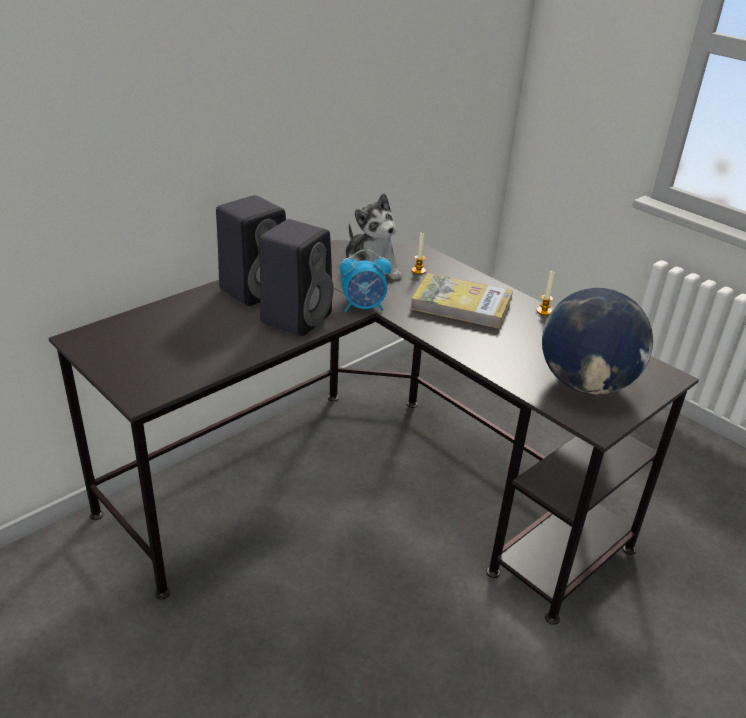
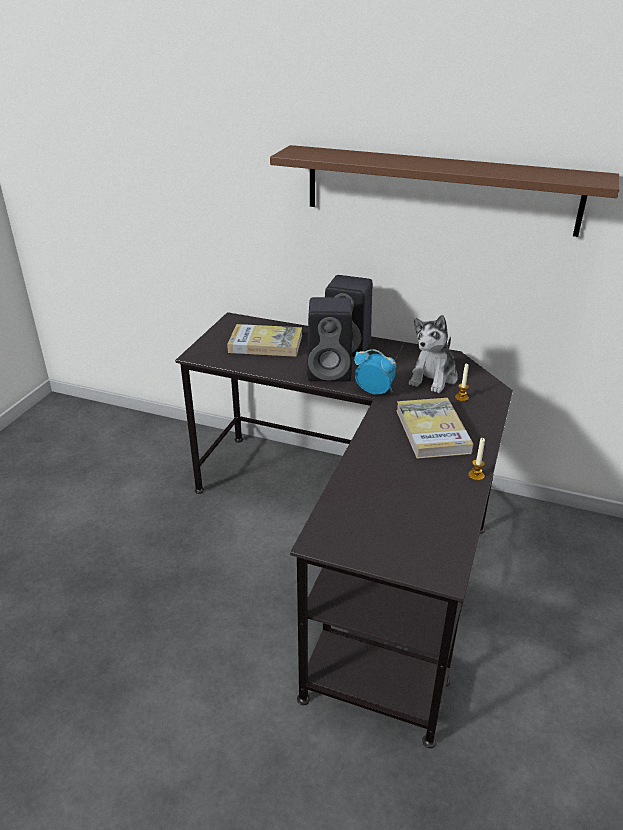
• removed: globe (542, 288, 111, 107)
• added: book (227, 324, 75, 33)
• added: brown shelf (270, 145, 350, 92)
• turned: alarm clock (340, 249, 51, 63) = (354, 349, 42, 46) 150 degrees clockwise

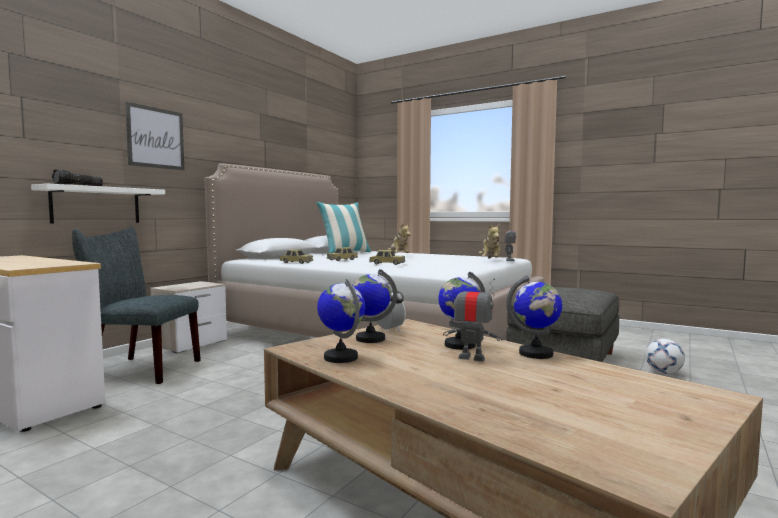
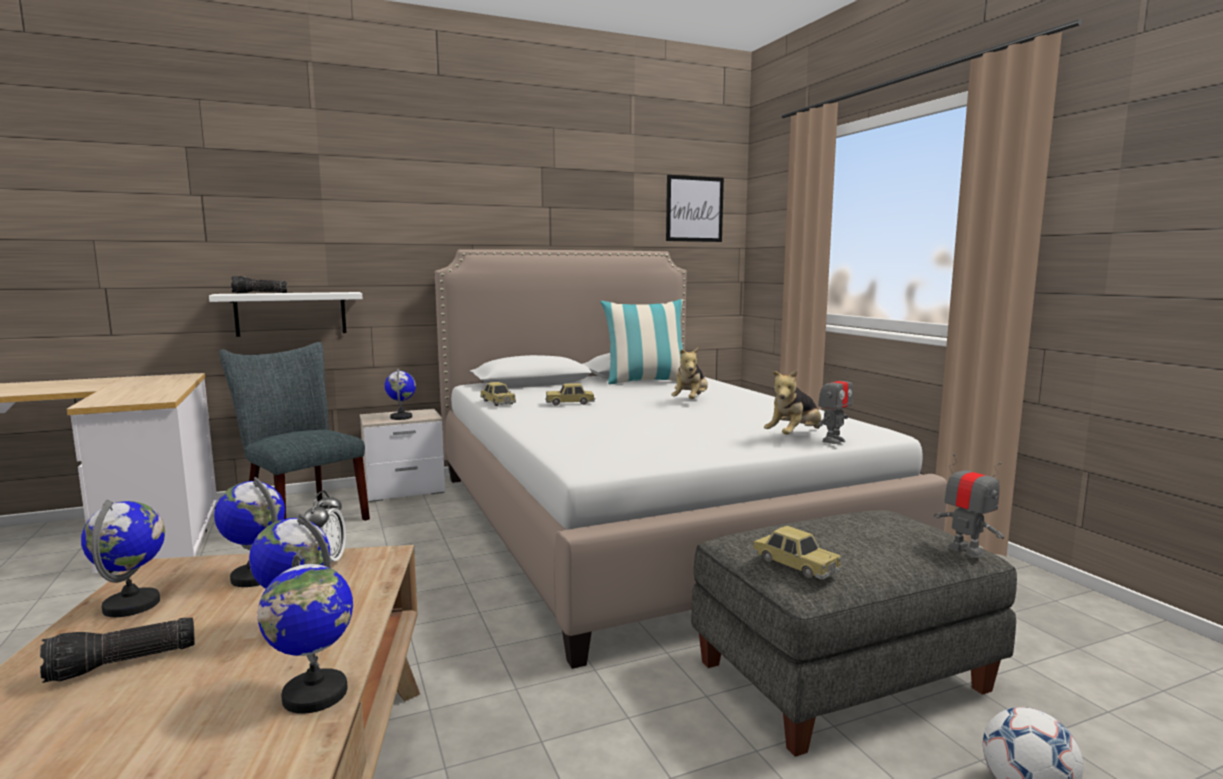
• added: flashlight (40, 618, 155, 65)
• added: globe (385, 368, 31, 52)
• moved: picture (125, 102, 59, 68) to (666, 175, 58, 67)
• moved: toy car (369, 250, 36, 15) to (753, 526, 88, 53)
• moved: toy robot (443, 278, 60, 83) to (934, 454, 71, 104)

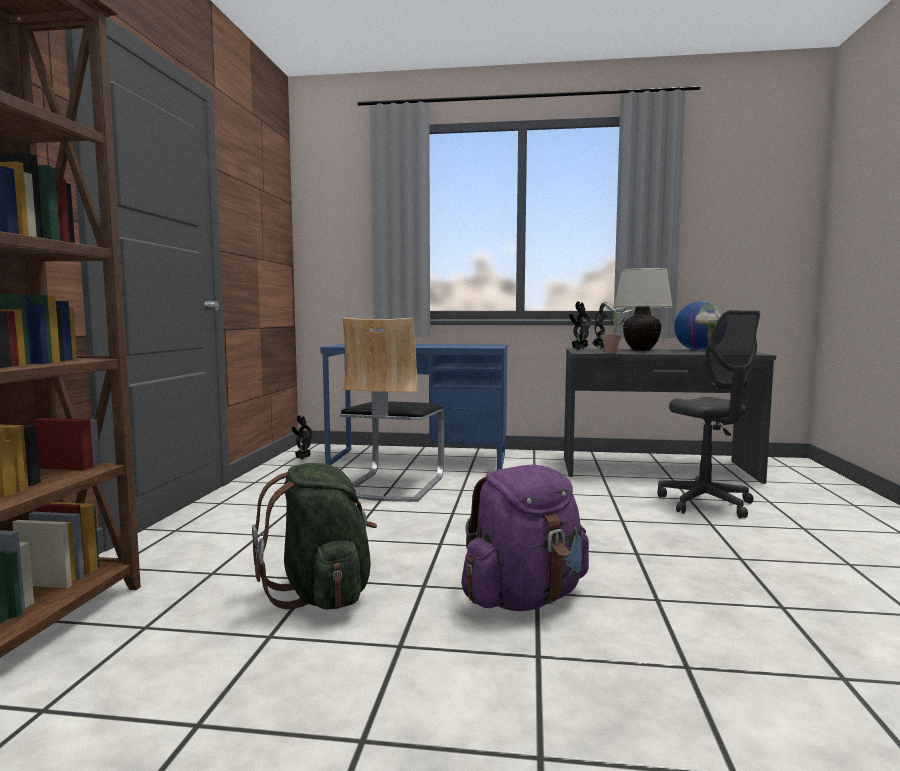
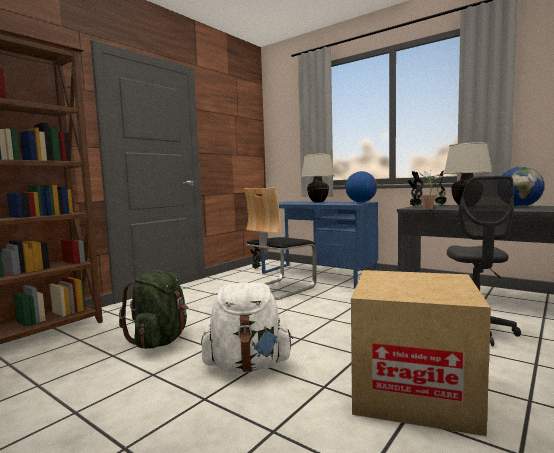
• added: beige table lamp (301, 154, 34, 49)
• added: globe (345, 171, 32, 31)
• added: cardboard box (351, 270, 140, 166)
• recoloured: purple backpack (461, 464, 128, 147) to white backpack (201, 283, 92, 90)

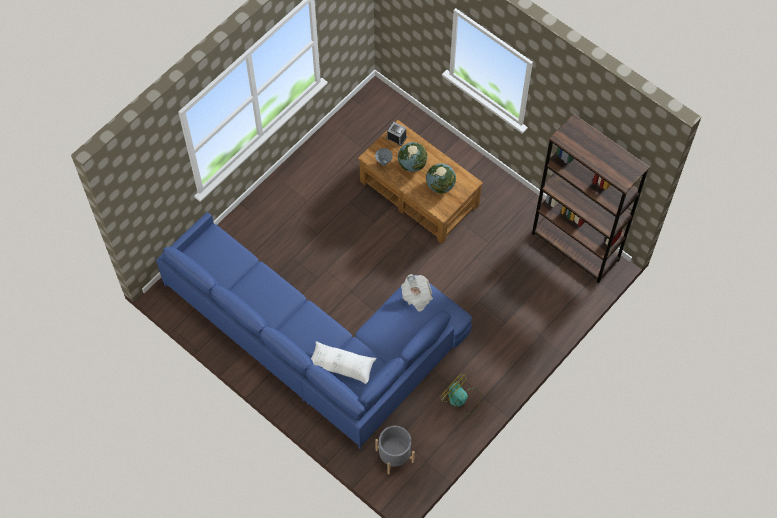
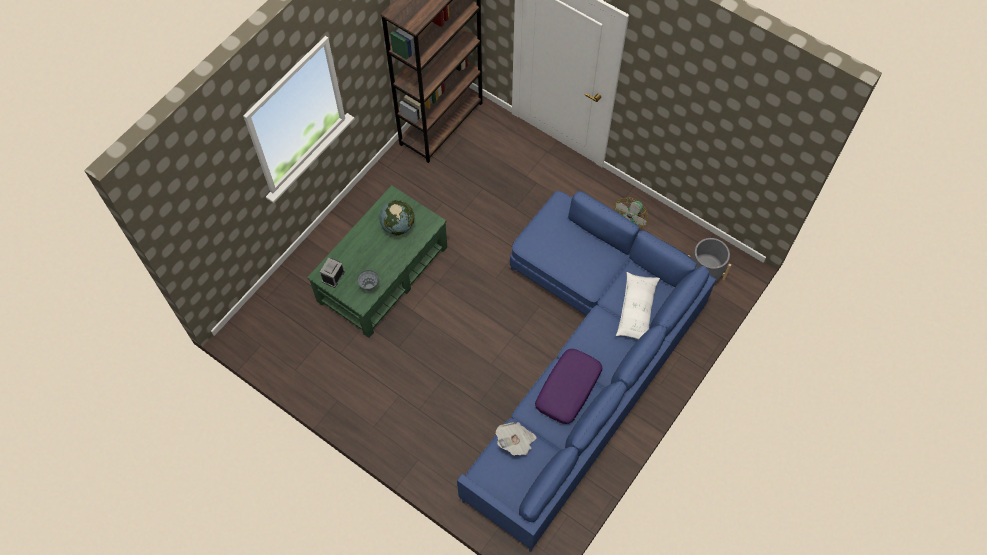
• removed: globe (398, 142, 30, 30)
• added: purple pillow (535, 349, 67, 75)
• moved: newspaper (401, 274, 32, 37) to (496, 422, 40, 33)
• recoloured: brown coffee table (358, 120, 125, 124) to green coffee table (307, 185, 140, 153)

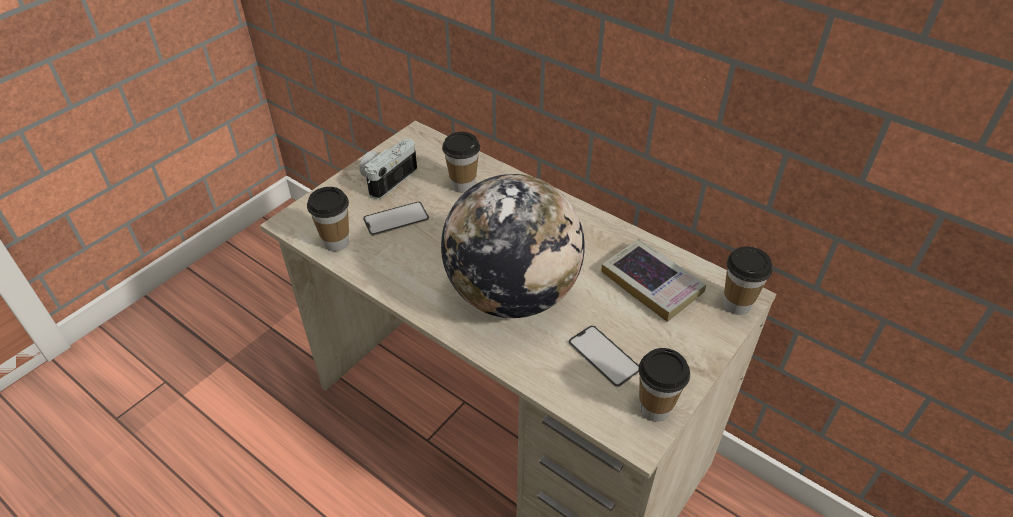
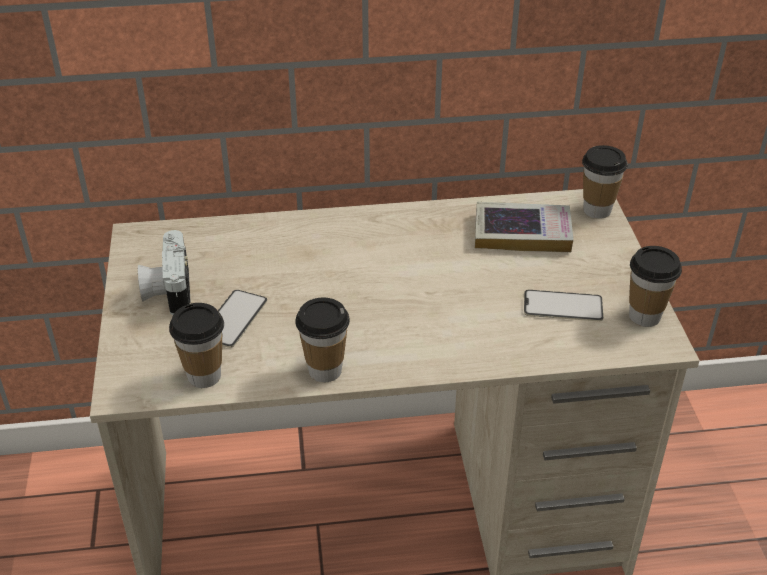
• removed: globe (441, 174, 144, 144)
• moved: cup (442, 132, 38, 61) to (295, 297, 55, 85)

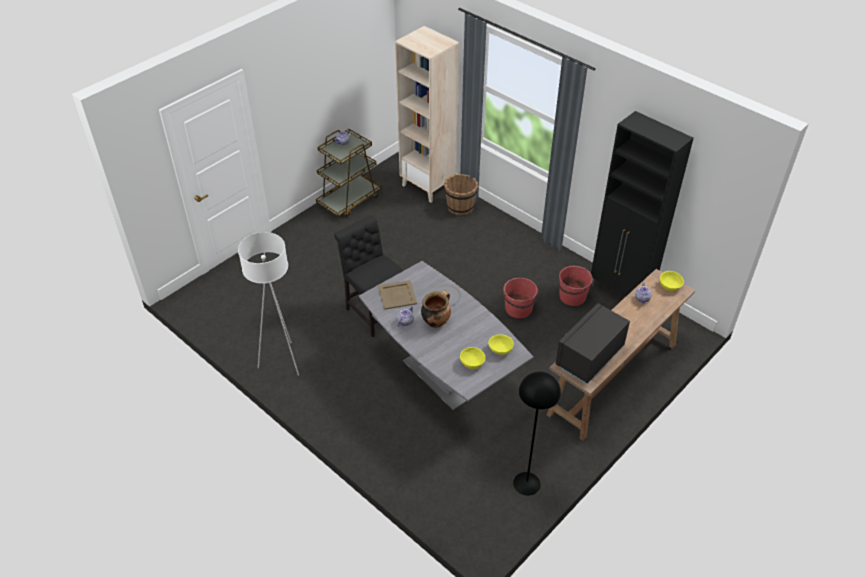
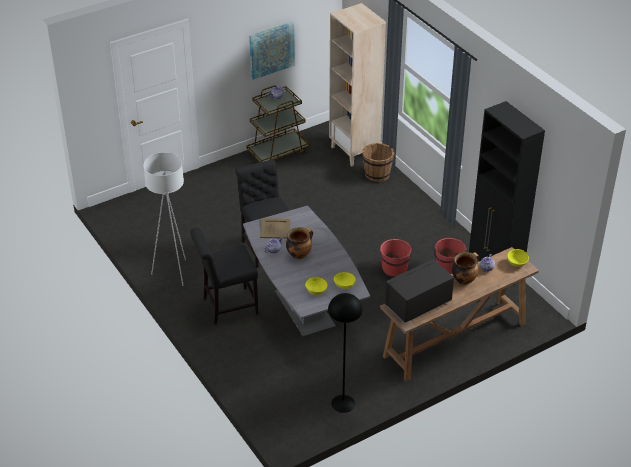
• added: black chair (190, 227, 68, 98)
• added: picture (249, 22, 46, 58)
• added: cooking pot (452, 252, 27, 33)

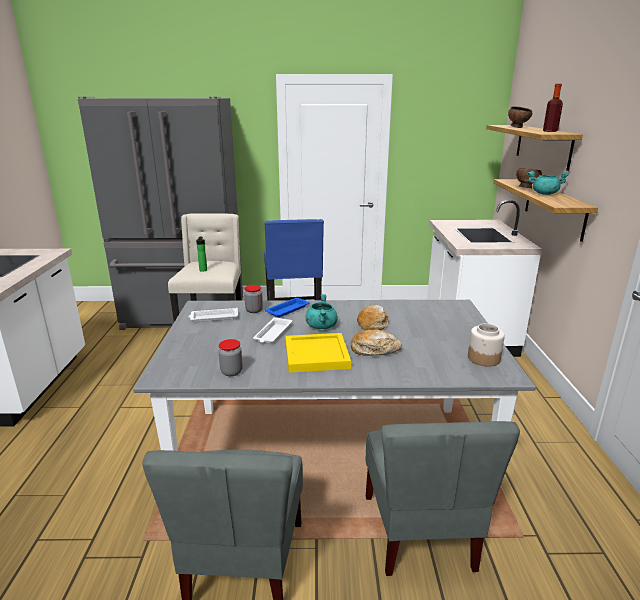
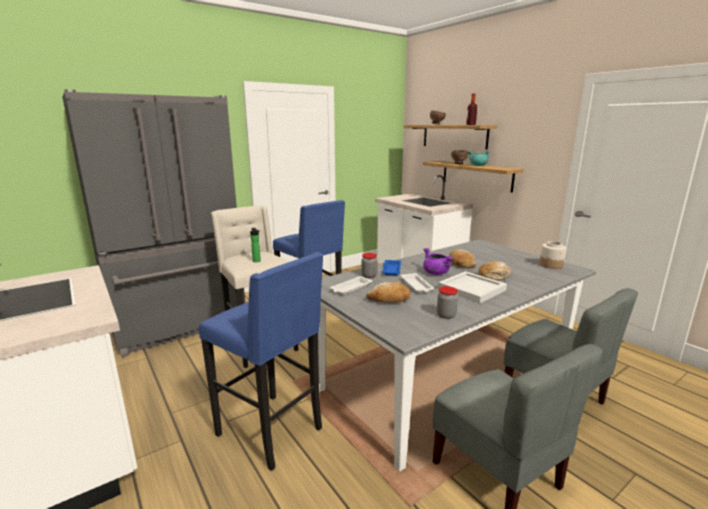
• added: blue stool (199, 252, 124, 219)
• added: bread (366, 282, 45, 21)
• recoloured: yellow tray (285, 333, 66, 40) to white tray (438, 271, 69, 33)
• recoloured: turquoise cooking pot (305, 294, 33, 35) to purple cooking pot (423, 248, 30, 27)

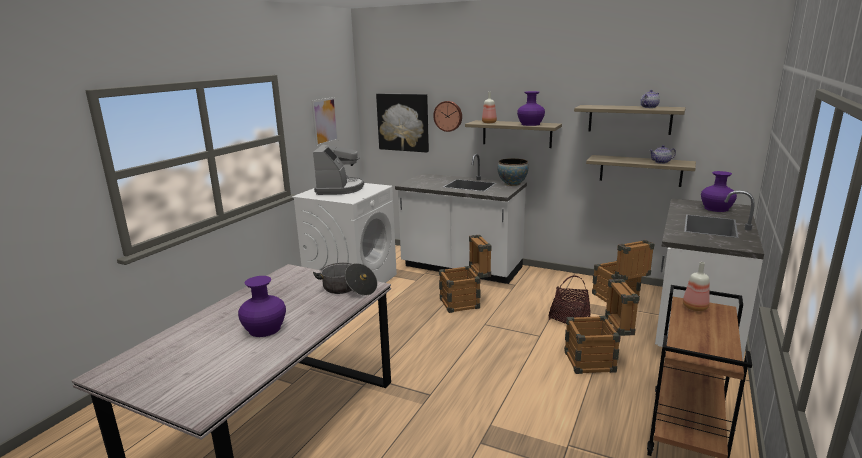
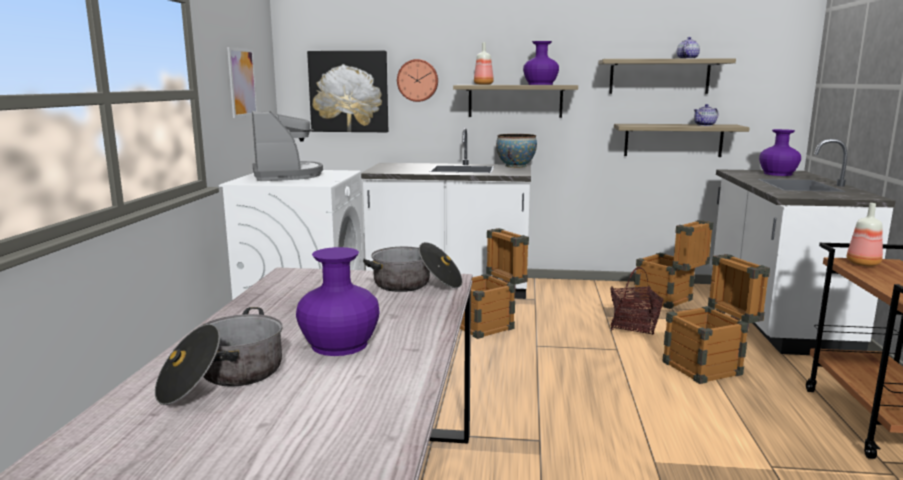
• added: cooking pot (155, 307, 128, 98)

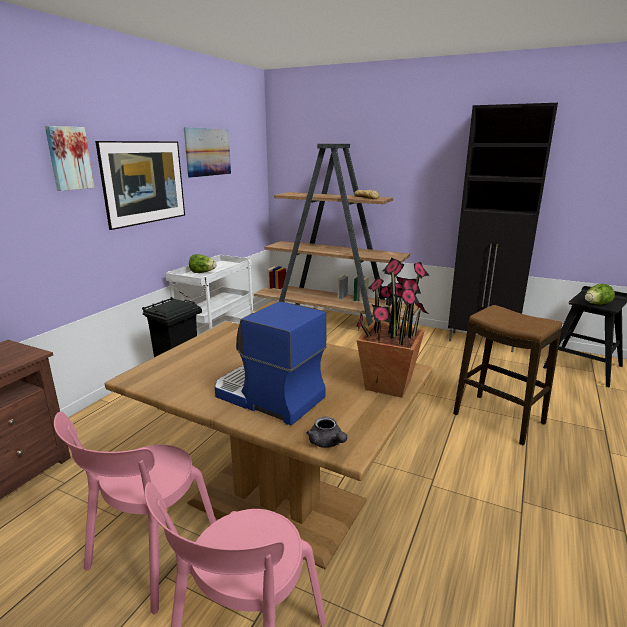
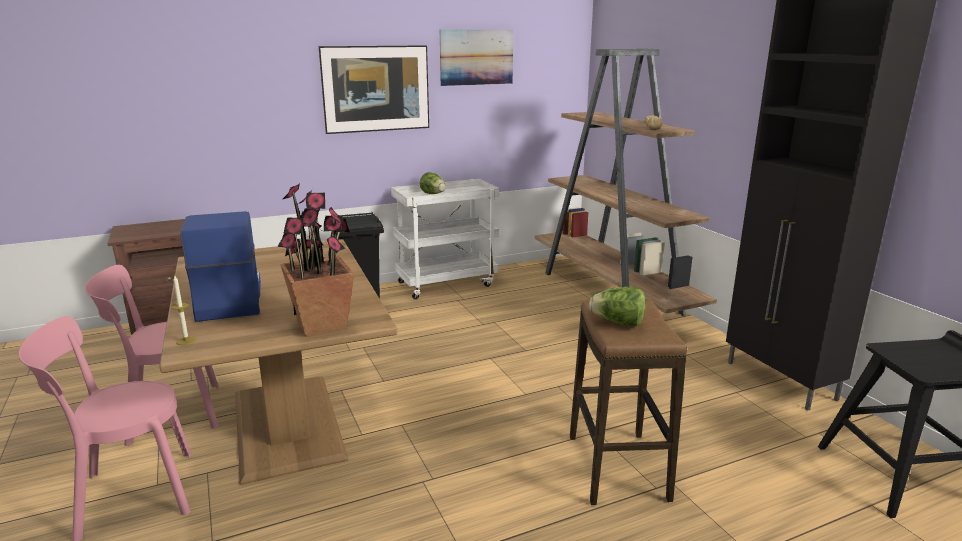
• removed: picture (45, 126, 49, 65)
• moved: lettuce (585, 284, 30, 21) to (589, 286, 57, 40)
• replaced: grey teapot (306, 417, 41, 31) to candle (171, 276, 25, 69)

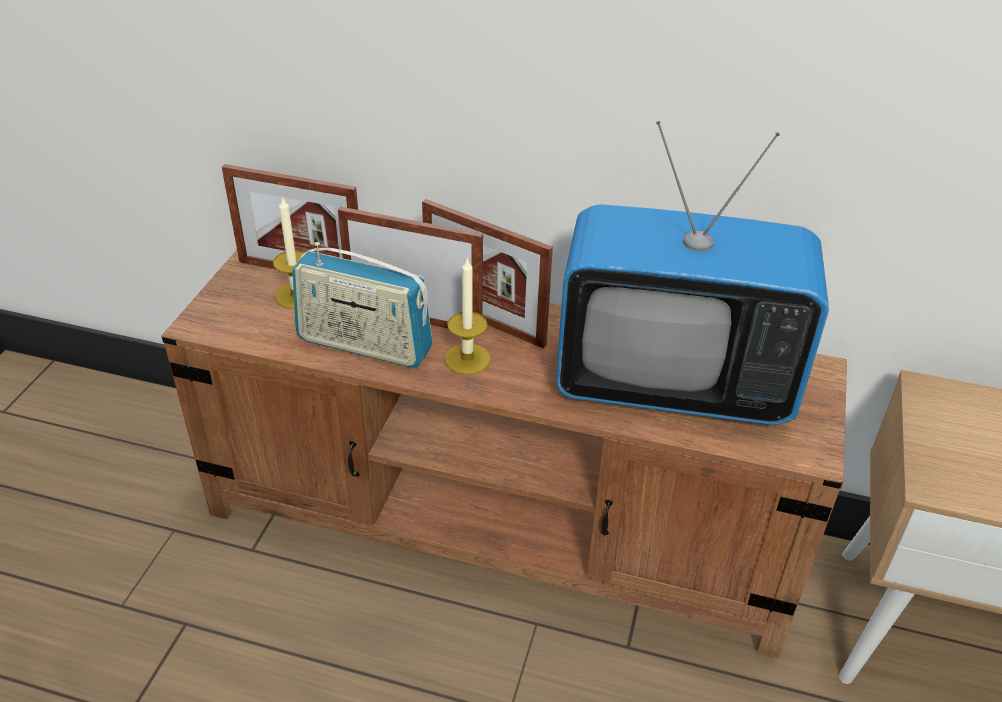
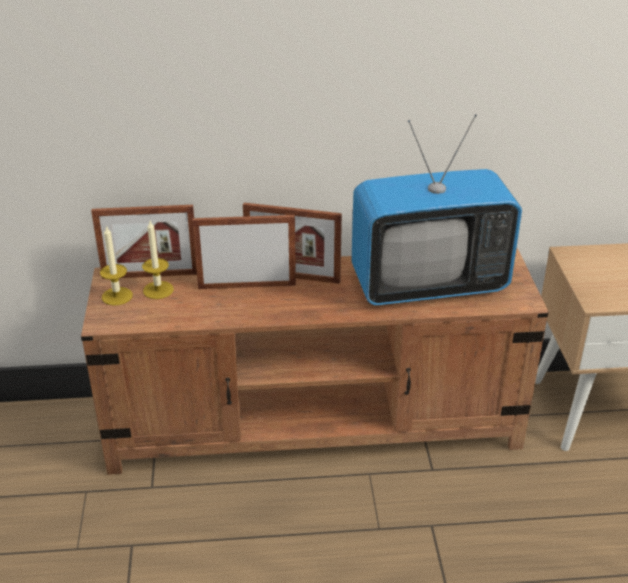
• removed: radio (292, 242, 141, 126)
• moved: candle (445, 257, 46, 118) to (100, 225, 33, 81)

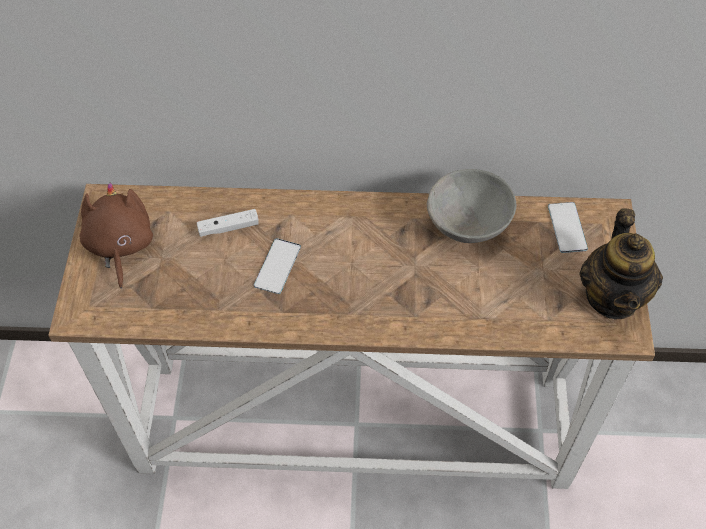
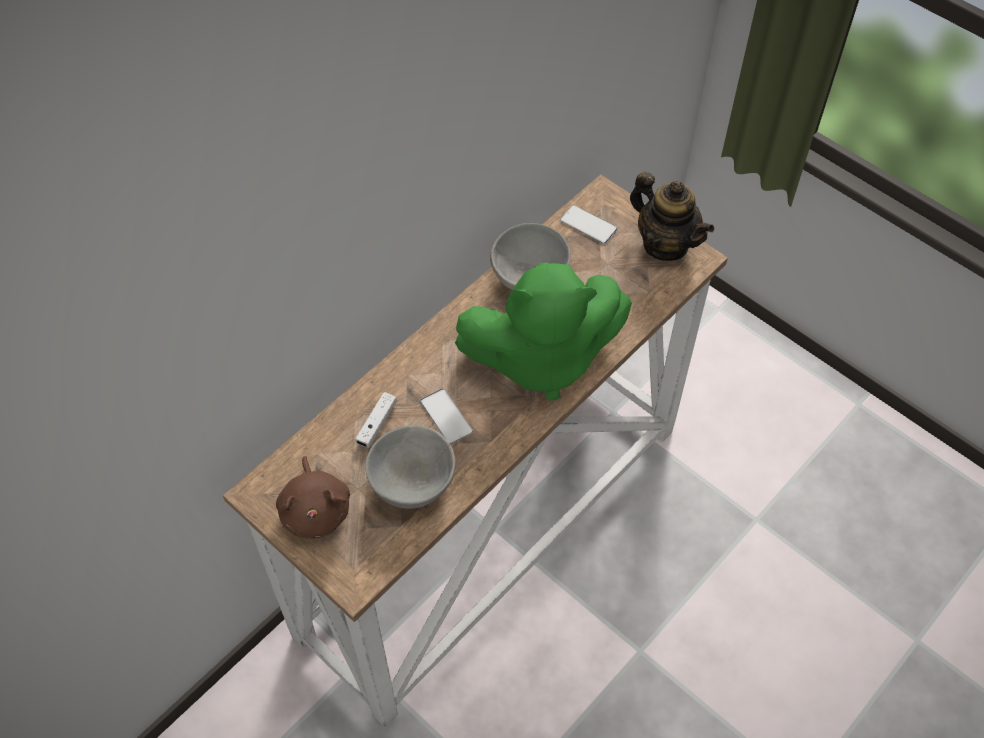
• added: grey bowl (365, 425, 91, 84)
• added: green plush toy (455, 263, 177, 138)
• turned: brown plush toy (79, 182, 74, 107) = (276, 456, 74, 82) 135 degrees counterclockwise

